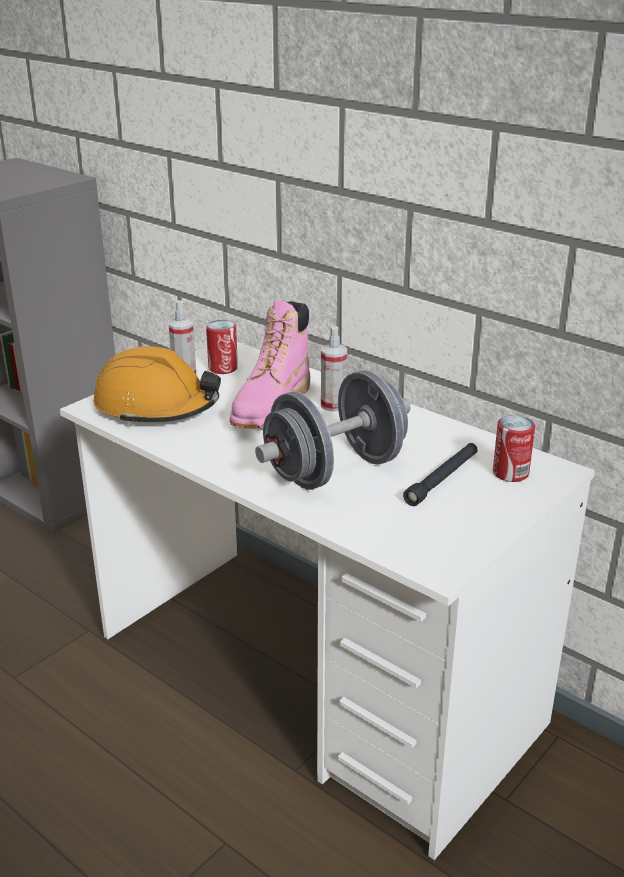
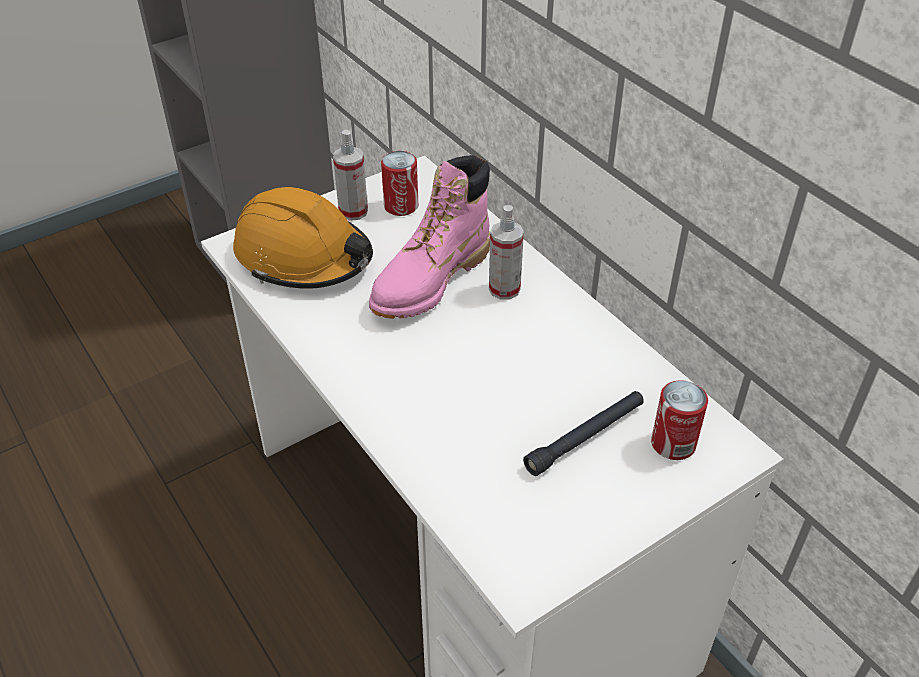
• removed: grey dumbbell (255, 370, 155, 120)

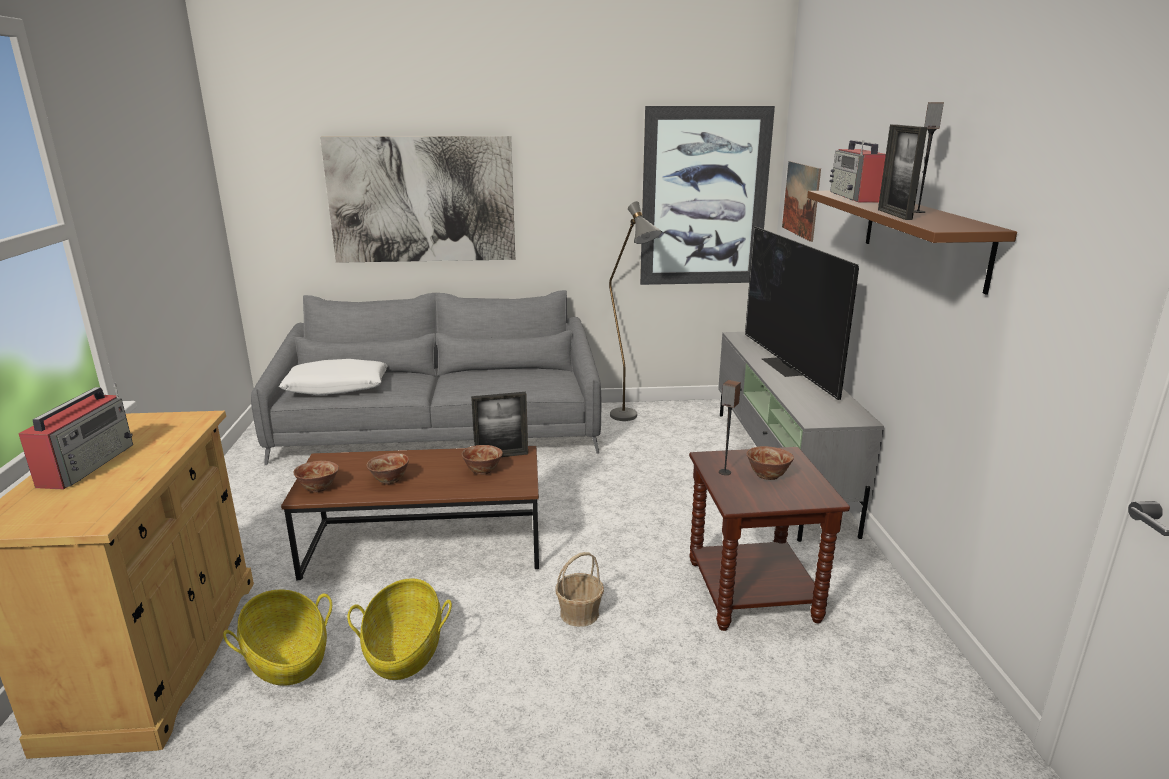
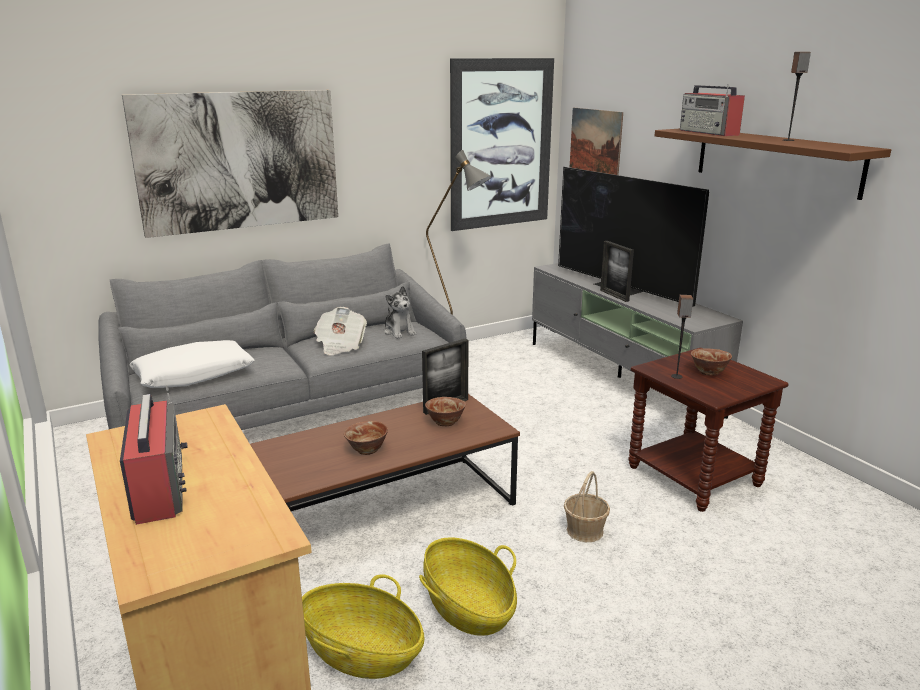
• removed: bowl (293, 461, 46, 31)
• added: newspaper (314, 307, 53, 48)
• added: plush toy (384, 286, 32, 53)
• moved: picture frame (878, 125, 49, 95) to (600, 241, 34, 61)

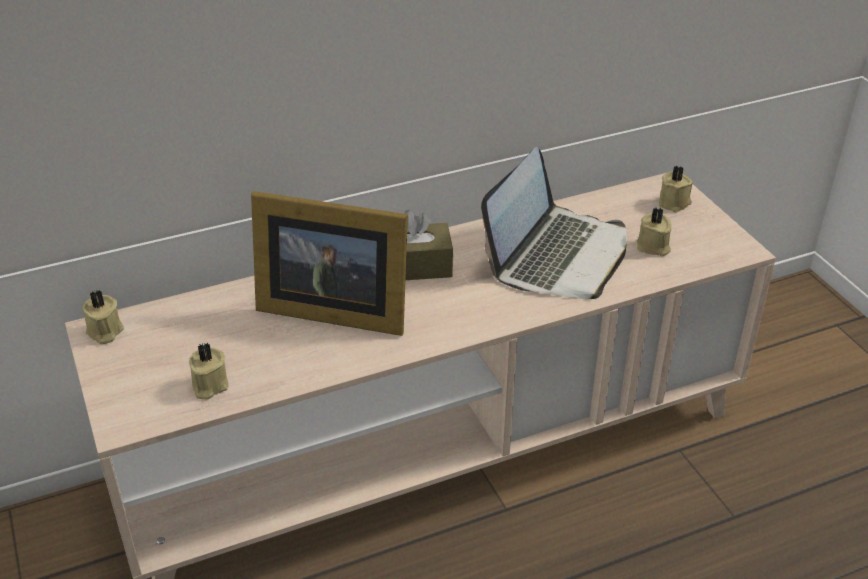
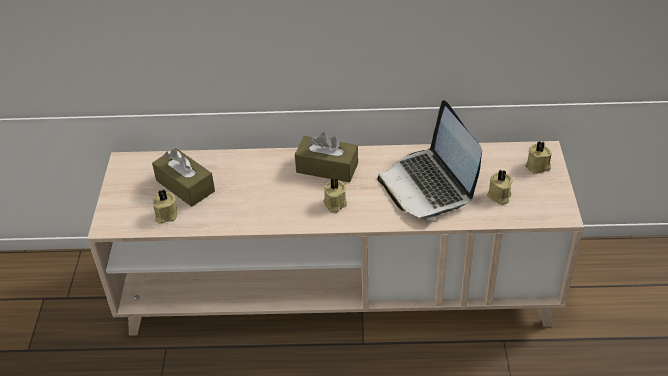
• removed: picture frame (251, 191, 157, 145)
• added: brown tissue box (152, 148, 63, 59)
• moved: beige candle (82, 290, 42, 54) to (323, 178, 24, 35)
• turned: laptop (481, 147, 146, 152) = (377, 100, 105, 121) 105 degrees clockwise

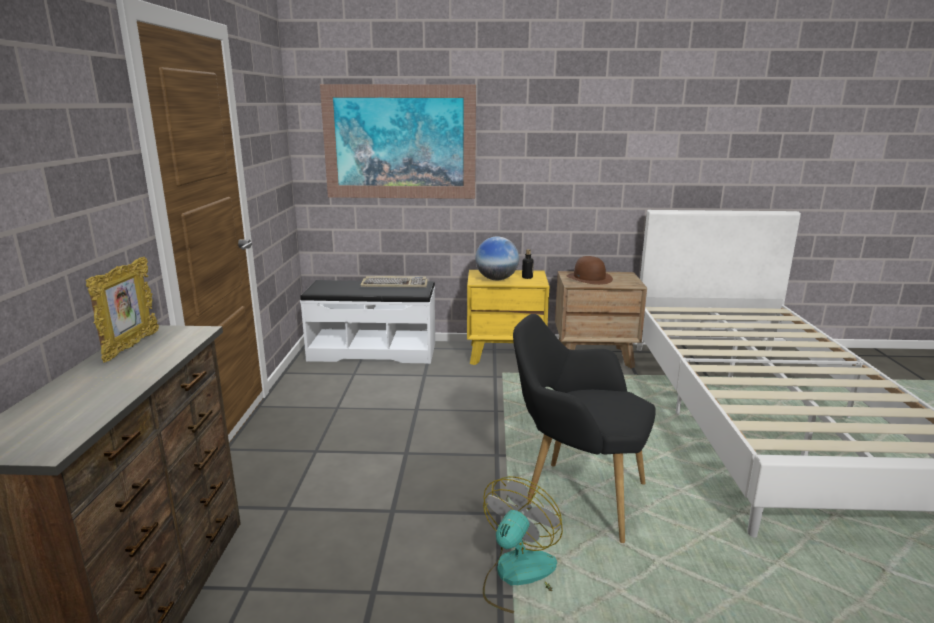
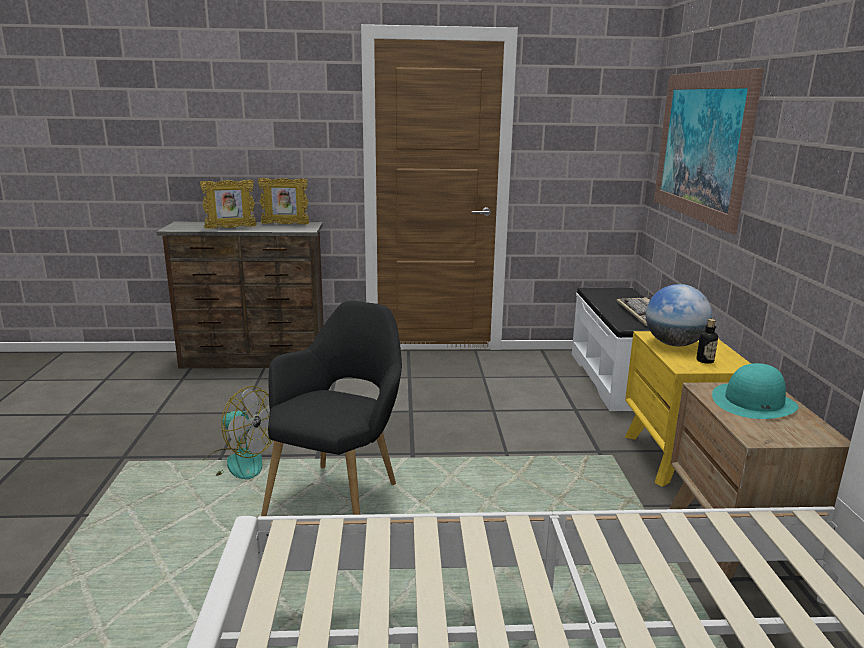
• added: picture frame (200, 180, 57, 49)
• recoloured: brown hat (567, 256, 46, 29) to turquoise hat (712, 363, 86, 56)

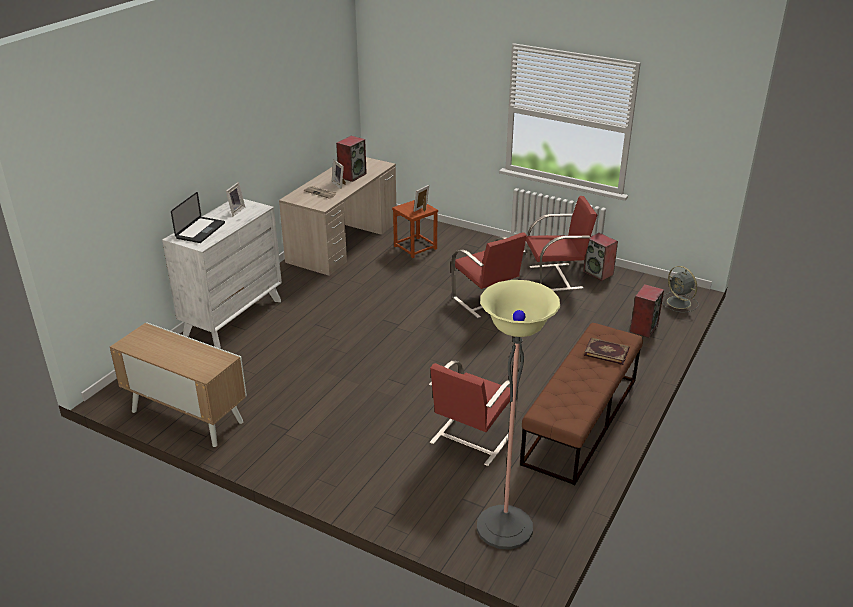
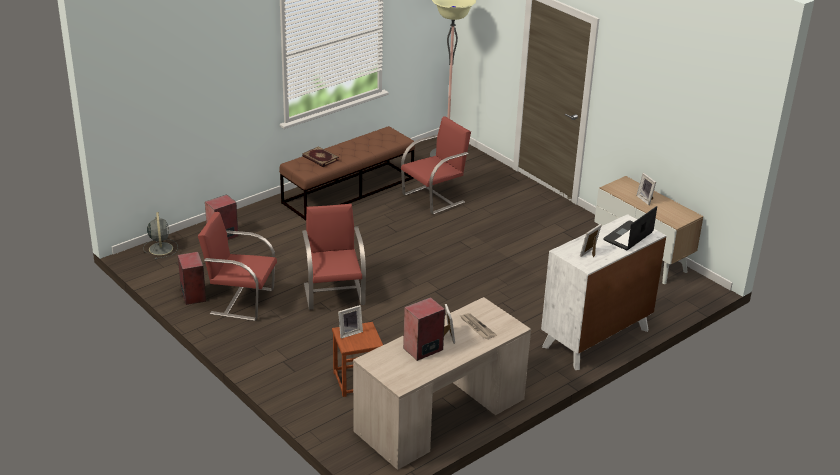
• added: picture frame (636, 173, 20, 32)

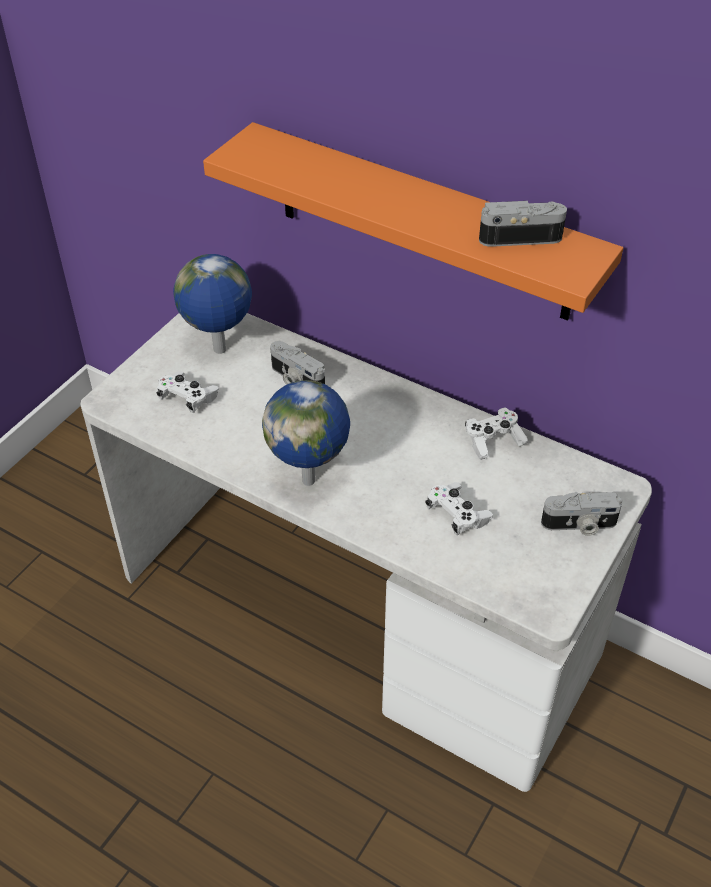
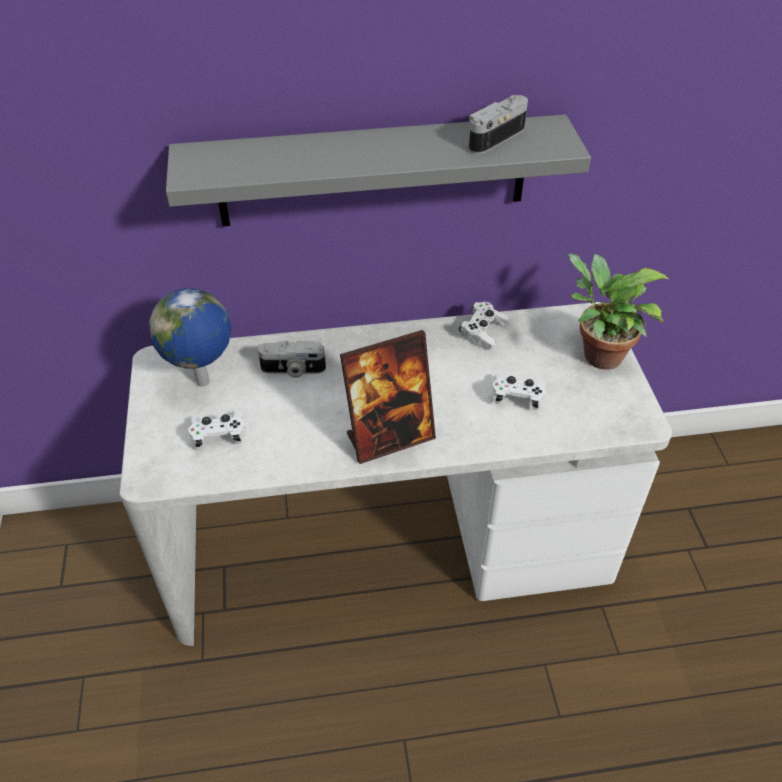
• replaced: globe (262, 380, 88, 106) to picture frame (340, 330, 96, 134)
• replaced: photo camera (541, 492, 82, 44) to potted plant (568, 254, 101, 116)
• recoloured: orange shelf (203, 122, 420, 199) to grey shelf (166, 114, 425, 113)

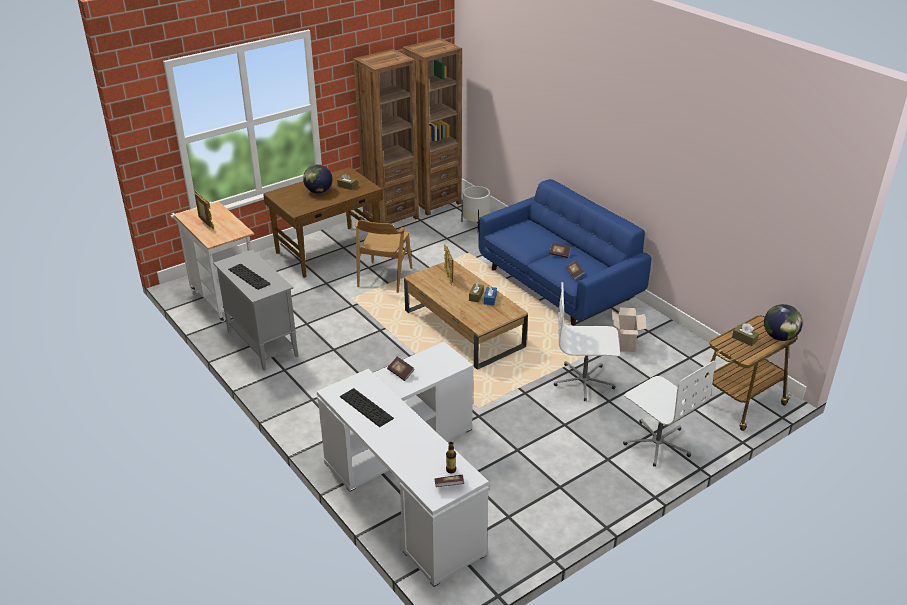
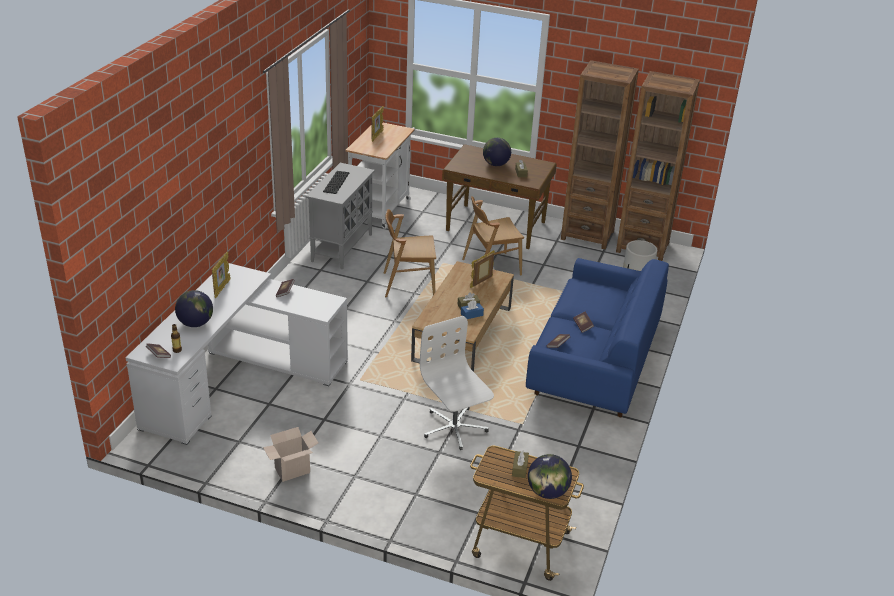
• removed: white office chair (623, 361, 92, 106)
• added: globe (175, 290, 38, 37)
• added: brown chair (384, 209, 52, 88)
• moved: cardboard box (612, 307, 35, 45) to (263, 427, 55, 55)
• replaced: keyboard (340, 388, 54, 39) to picture frame (212, 251, 19, 47)

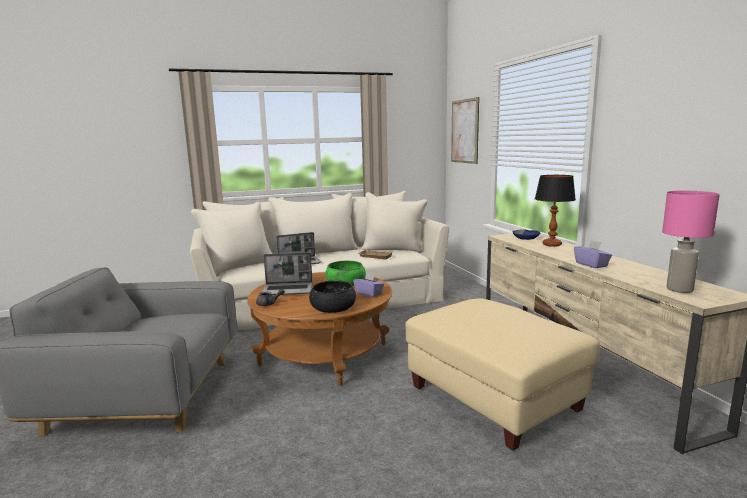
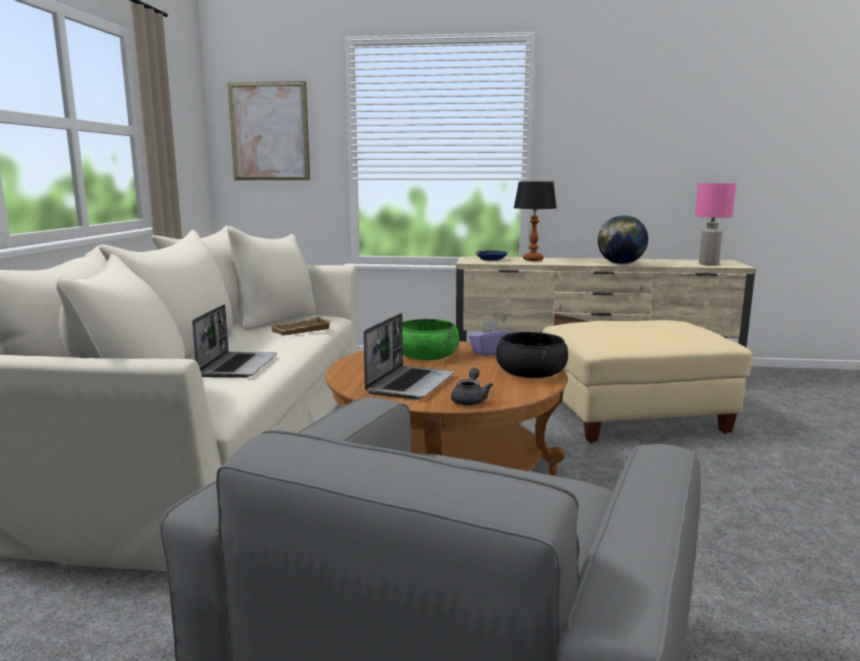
• replaced: purple tissue box (574, 240, 38, 28) to globe (598, 215, 50, 49)

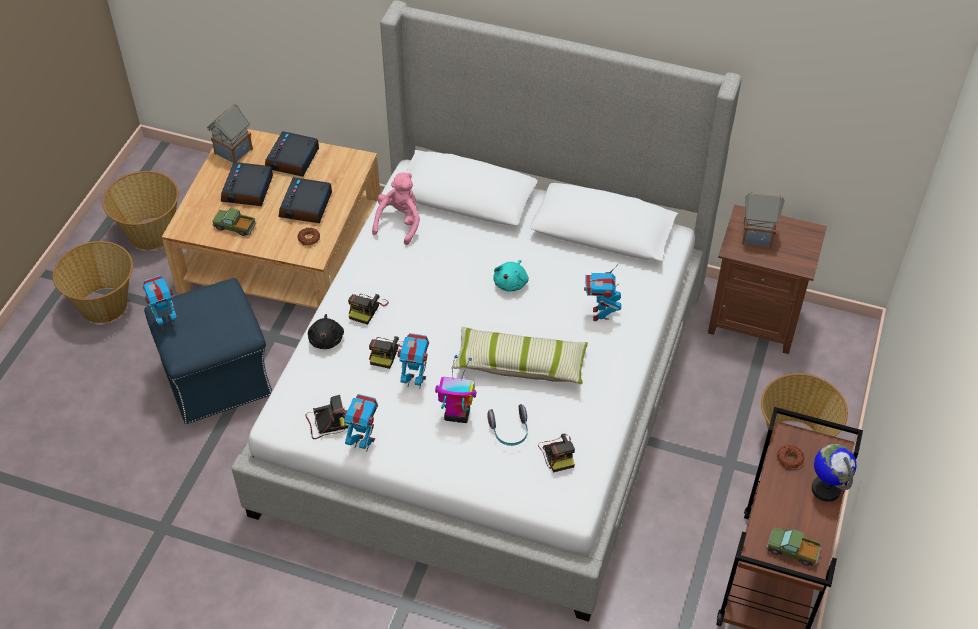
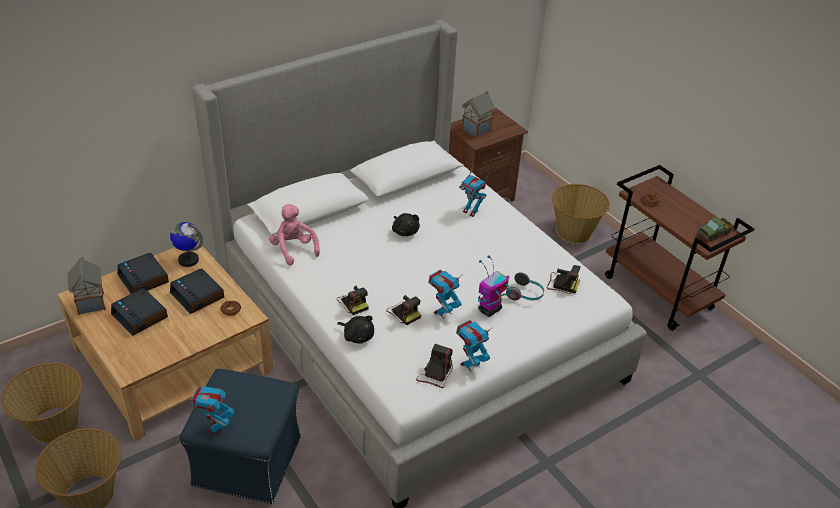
• removed: toy truck (212, 208, 44, 28)
• removed: pillow (451, 327, 137, 57)
• moved: globe (812, 444, 45, 58) to (170, 222, 33, 45)
• recoloured: turquoise plush toy (493, 260, 36, 32) to black plush toy (392, 213, 28, 23)

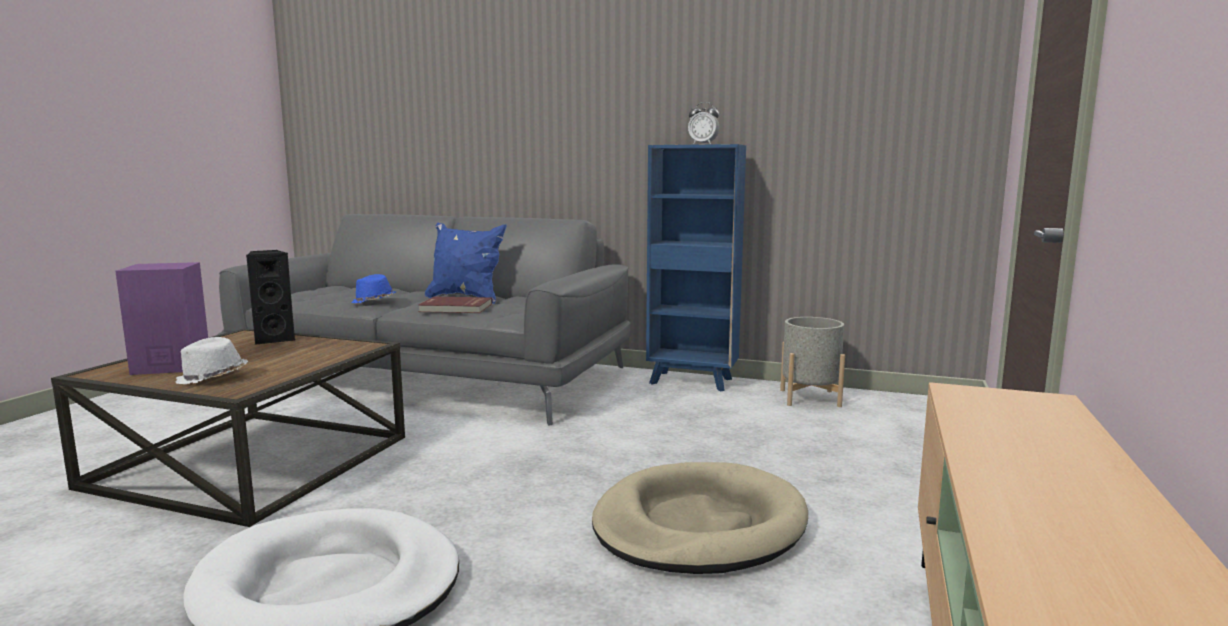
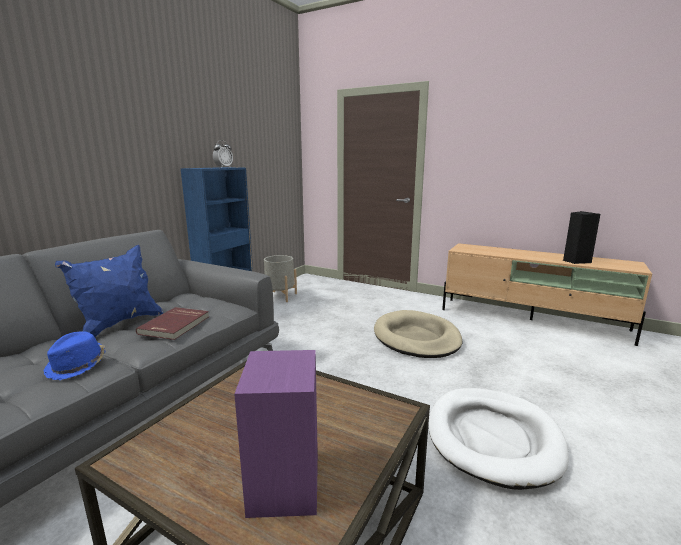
• removed: white hat (176, 337, 72, 47)
• moved: black speaker (246, 250, 49, 95) to (563, 211, 37, 53)

